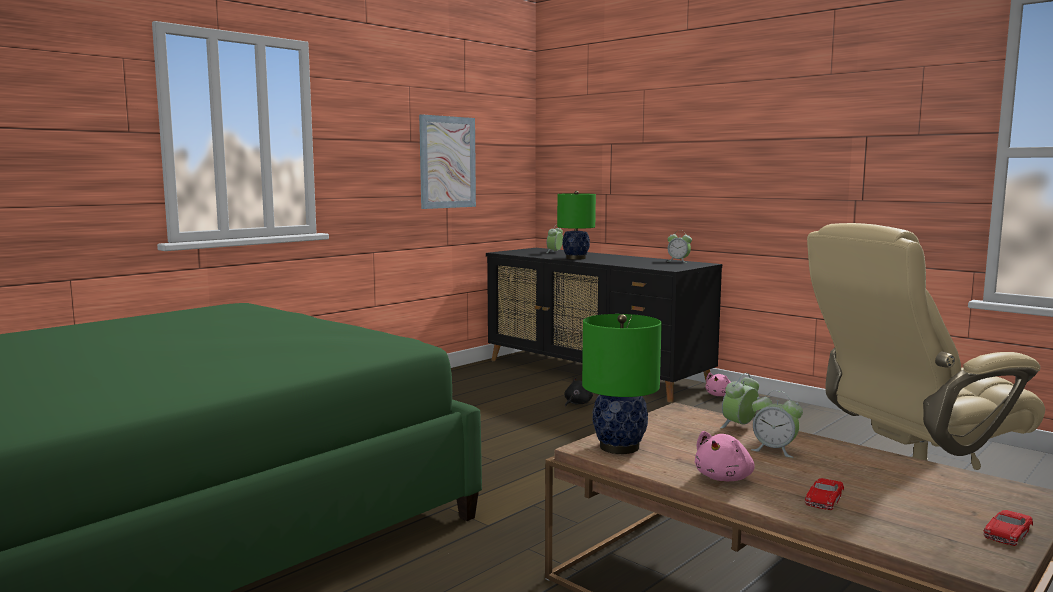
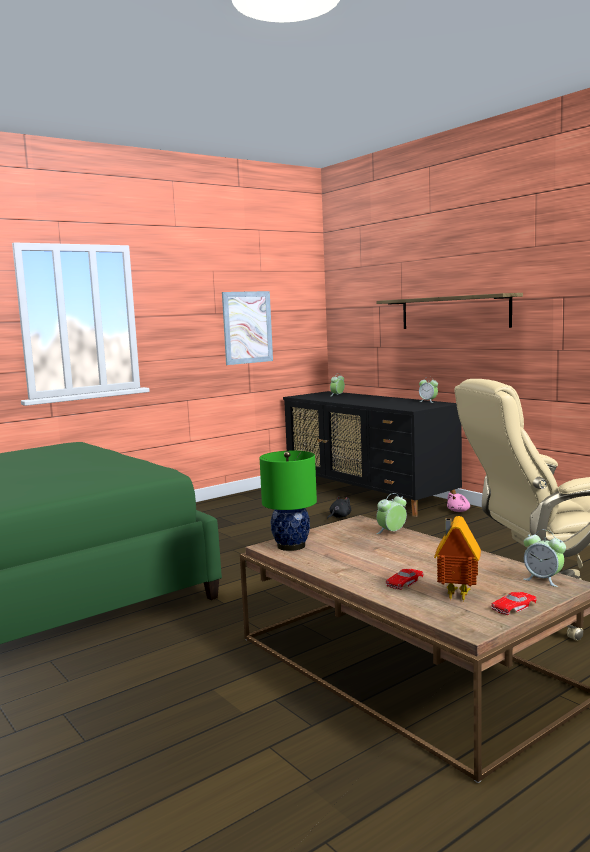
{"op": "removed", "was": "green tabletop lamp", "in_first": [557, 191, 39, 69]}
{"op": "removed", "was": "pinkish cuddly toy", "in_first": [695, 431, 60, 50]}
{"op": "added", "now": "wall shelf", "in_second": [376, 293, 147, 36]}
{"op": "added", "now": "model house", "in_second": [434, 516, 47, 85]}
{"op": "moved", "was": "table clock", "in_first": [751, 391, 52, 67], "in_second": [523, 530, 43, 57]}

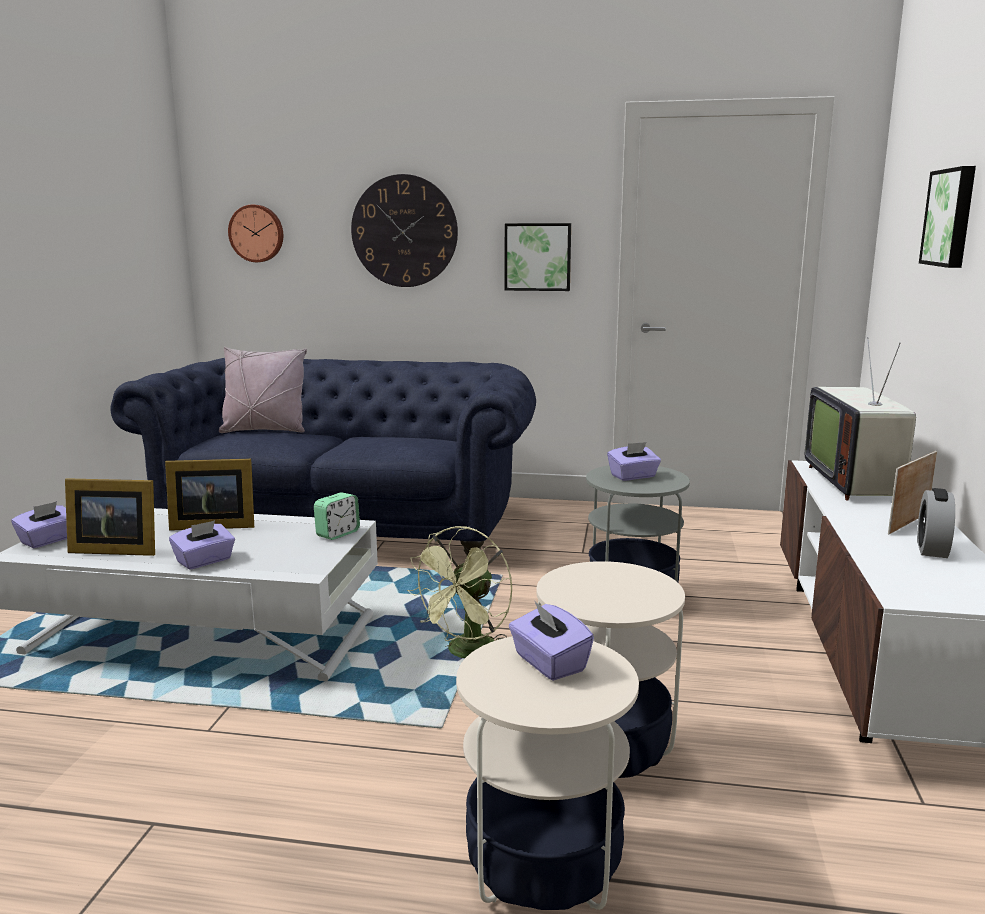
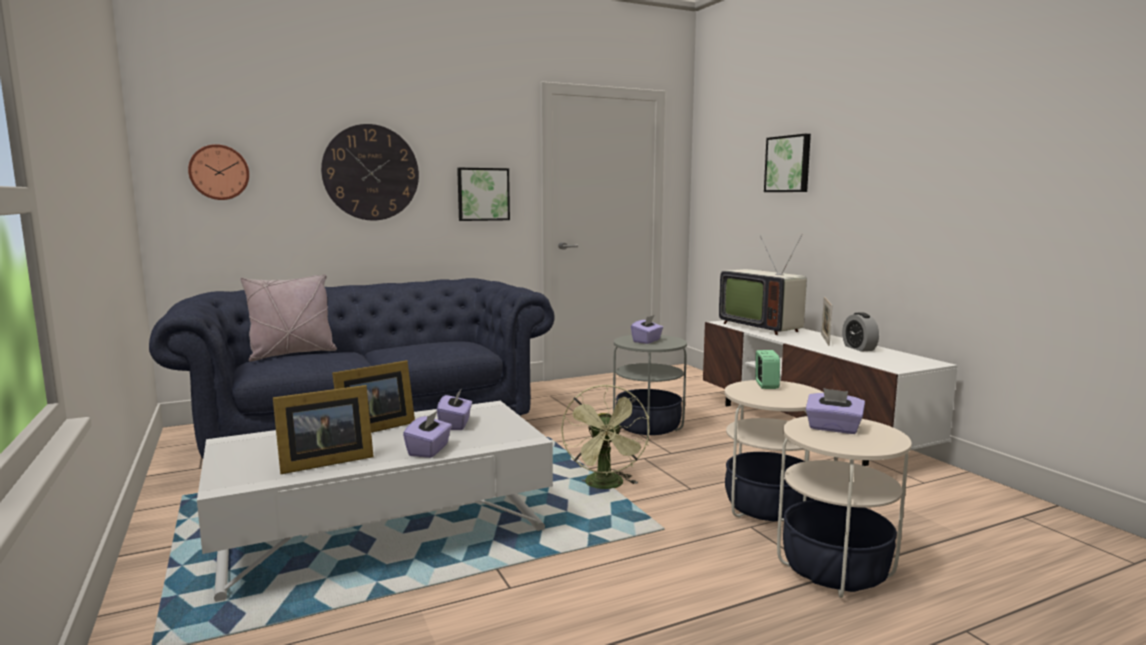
{"op": "moved", "was": "purple-coloured tissue holder", "in_first": [11, 501, 56, 47], "in_second": [437, 390, 35, 40]}
{"op": "moved", "was": "table clock", "in_first": [314, 492, 46, 48], "in_second": [755, 350, 25, 39]}

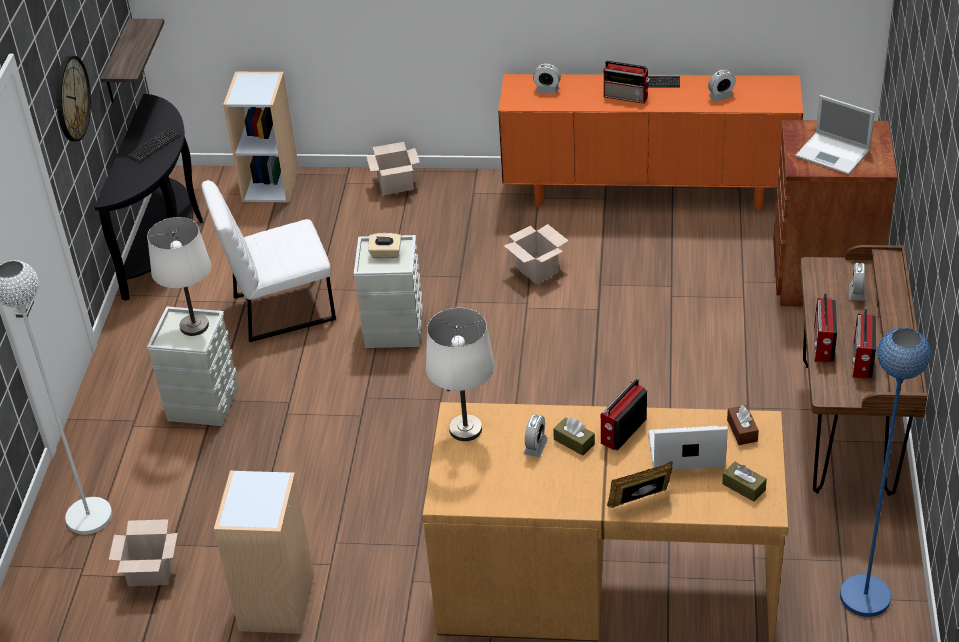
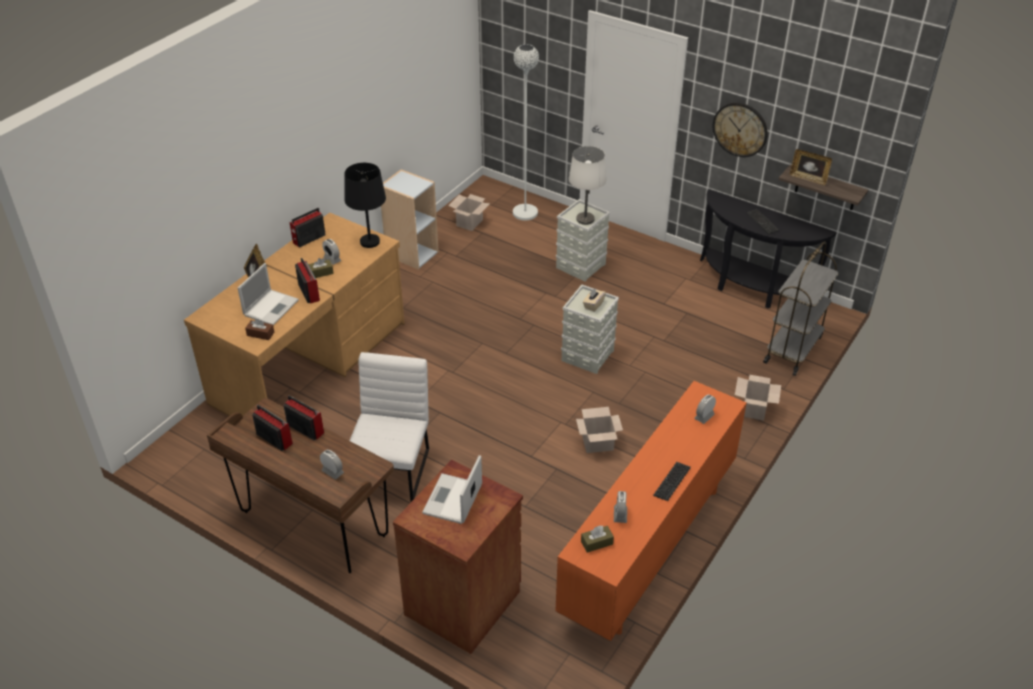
{"op": "removed", "was": "blue-coloured floor lamp", "in_first": [840, 327, 91, 290]}
{"op": "added", "now": "picture frame", "in_second": [790, 149, 42, 36]}
{"op": "moved", "was": "white-coloured plain chair", "in_first": [202, 180, 134, 162], "in_second": [350, 352, 79, 150]}
{"op": "moved", "was": "radio", "in_first": [604, 61, 46, 43], "in_second": [290, 208, 36, 39]}
{"op": "moved", "was": "brown-coloured tissue holder", "in_first": [722, 461, 45, 41], "in_second": [581, 526, 33, 27]}
{"op": "replaced", "was": "bookcase", "now": "gray cart", "in_first": [223, 72, 76, 130], "in_second": [763, 241, 76, 135]}
{"op": "recoloured", "was": "white-coloured tabletop lamp", "now": "blackish tabletop lamp", "in_first": [426, 308, 69, 133], "in_second": [345, 163, 41, 85]}
{"op": "turned", "was": "portable computer", "in_first": [795, 95, 80, 80], "in_second": [422, 455, 60, 69], "clockwise": -45}

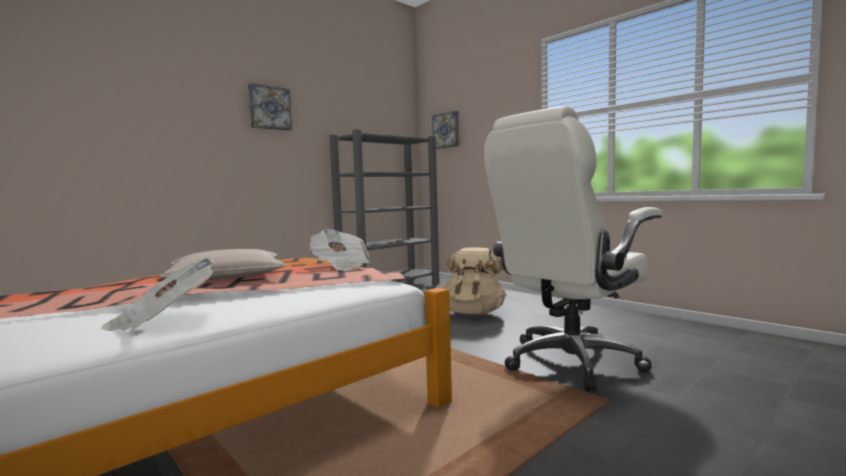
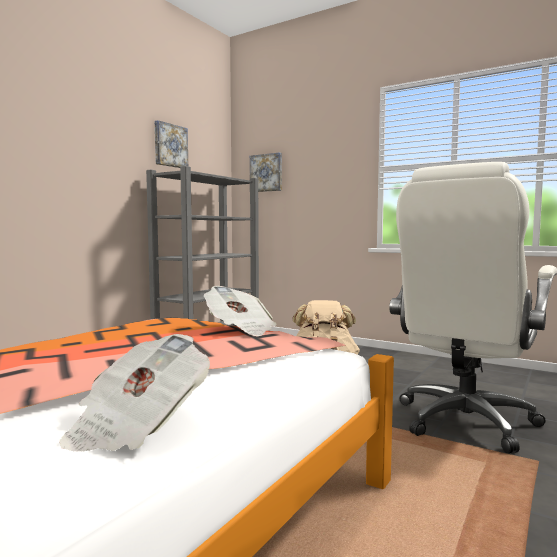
{"op": "removed", "was": "beige-coloured cushion", "in_first": [160, 249, 127, 31]}
{"op": "moved", "was": "wall art", "in_first": [248, 83, 44, 48], "in_second": [155, 120, 33, 48]}

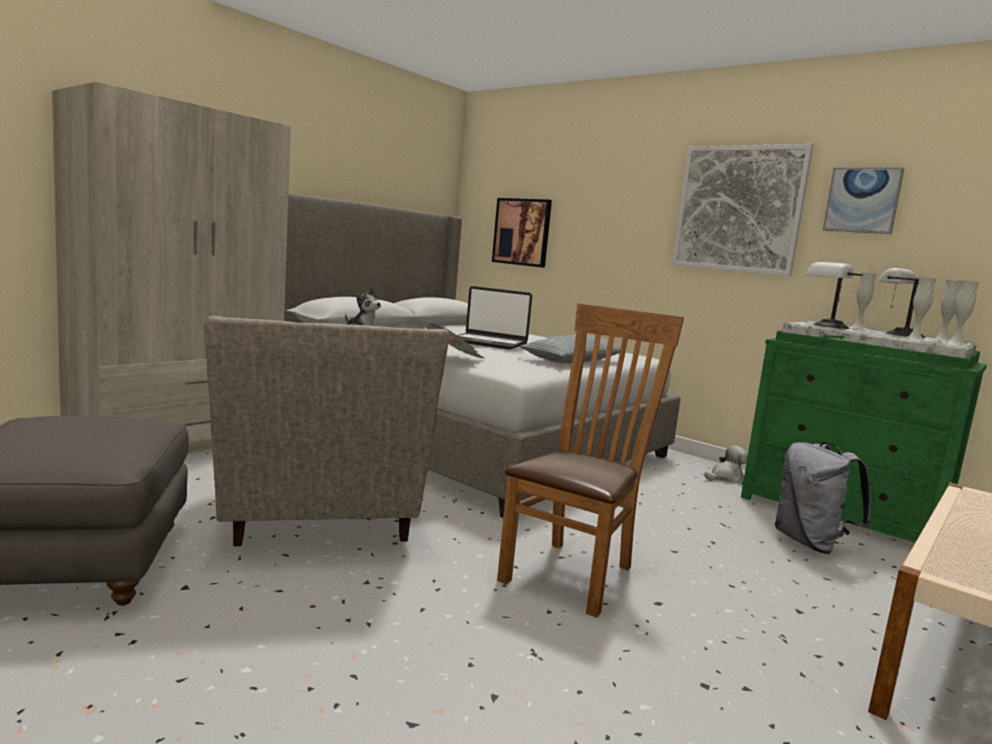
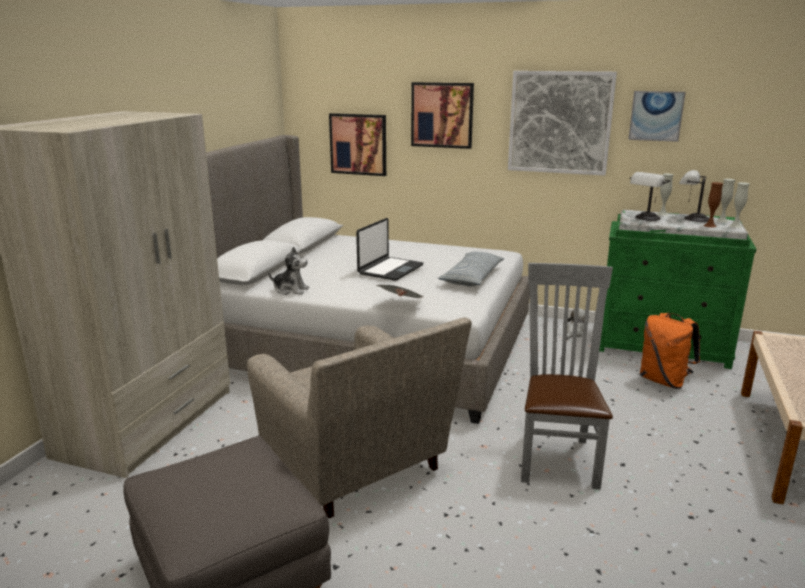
{"op": "added", "now": "wall art", "in_second": [411, 82, 63, 67]}
{"op": "recoloured", "was": "brown-coloured plain chair", "now": "gray plain chair", "in_first": [497, 303, 187, 315], "in_second": [521, 263, 92, 227]}
{"op": "recoloured", "was": "gray rucksack", "now": "orange-coloured rucksack", "in_first": [775, 442, 96, 112], "in_second": [640, 313, 60, 76]}
{"op": "recoloured", "was": "white-coloured decorative vase", "now": "brown-coloured decorative vase", "in_first": [905, 277, 31, 63], "in_second": [703, 182, 20, 46]}
{"op": "turned", "was": "portable computer", "in_first": [457, 286, 75, 64], "in_second": [356, 218, 67, 63], "clockwise": -60}

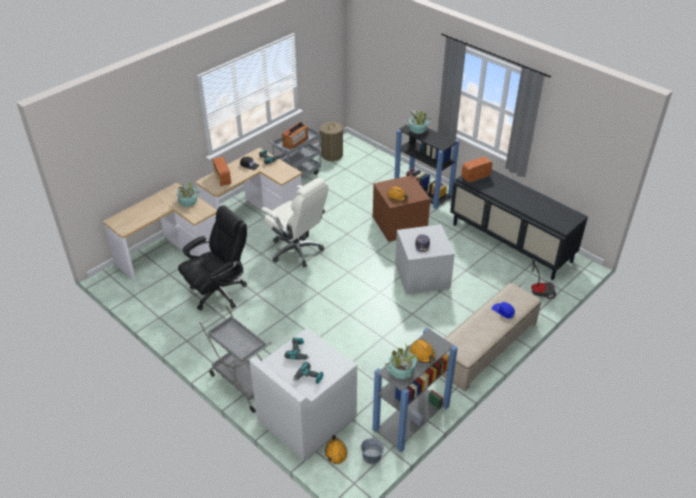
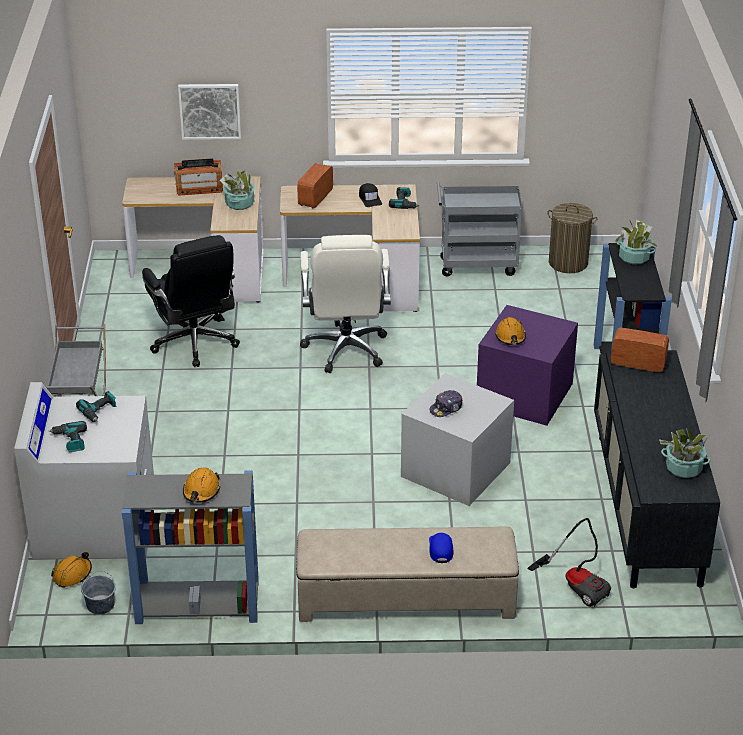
{"op": "added", "now": "wall art", "in_second": [178, 84, 63, 56]}
{"op": "moved", "was": "radio", "in_first": [282, 122, 27, 27], "in_second": [174, 158, 49, 38]}
{"op": "moved", "was": "plant in a pot", "in_first": [385, 342, 33, 37], "in_second": [659, 428, 52, 50]}
{"op": "recoloured", "was": "brown-coloured storage box", "now": "purple-coloured storage box", "in_first": [373, 175, 57, 67], "in_second": [477, 305, 101, 121]}
{"op": "turned", "was": "blackish computer chair", "in_first": [178, 205, 69, 105], "in_second": [142, 235, 98, 132], "clockwise": 60}

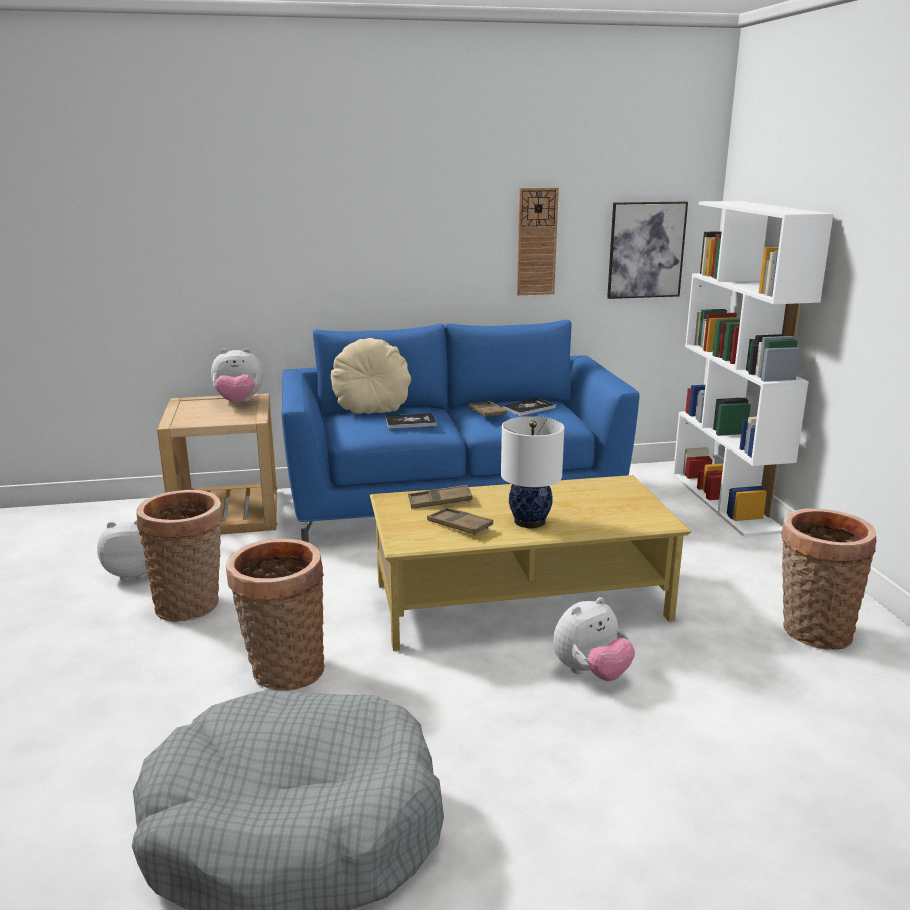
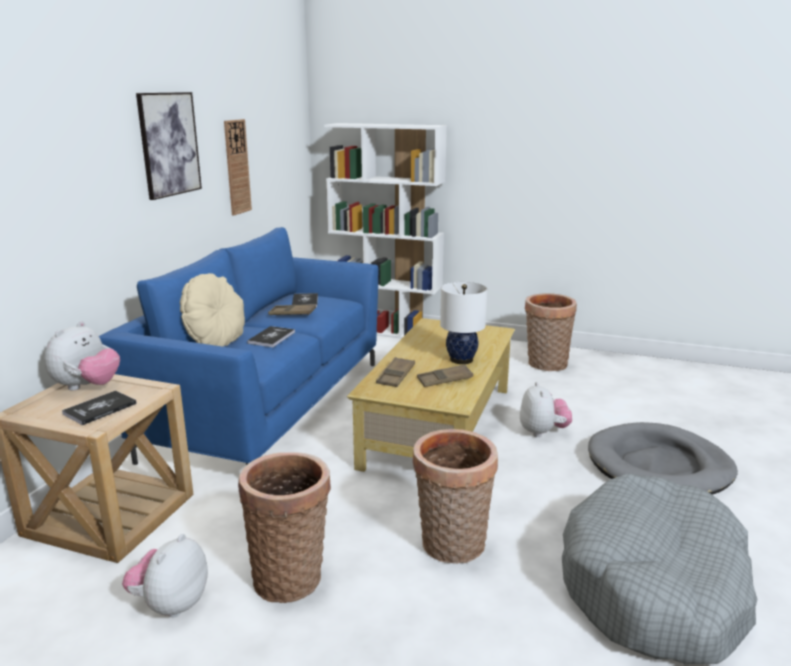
{"op": "added", "now": "book", "in_second": [62, 390, 75, 35]}
{"op": "added", "now": "gray dog bed", "in_second": [588, 422, 150, 73]}
{"op": "moved", "was": "wall art", "in_first": [607, 202, 81, 97], "in_second": [136, 92, 66, 108]}

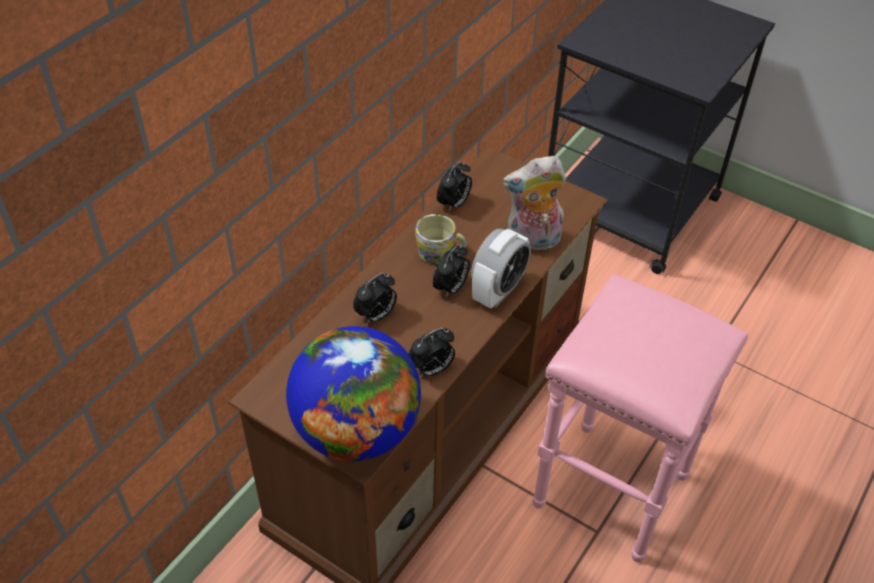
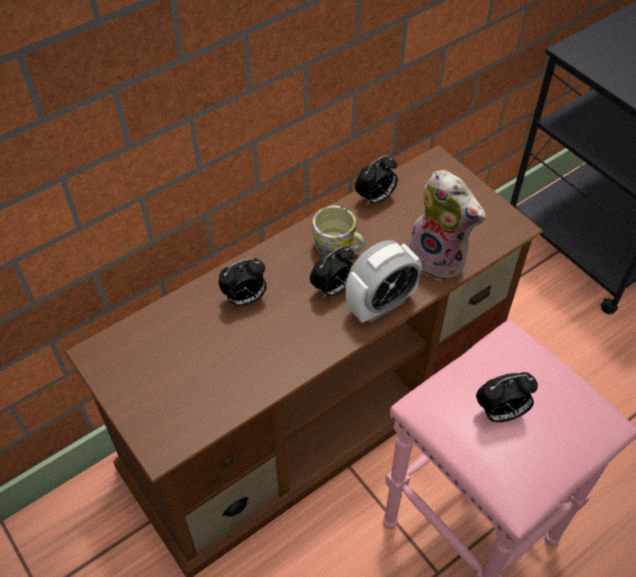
{"op": "removed", "was": "world globe", "in_first": [286, 326, 135, 135]}
{"op": "moved", "was": "table clock", "in_first": [409, 328, 46, 50], "in_second": [476, 372, 62, 50]}
{"op": "turned", "was": "cuddly toy", "in_first": [503, 156, 63, 98], "in_second": [409, 170, 77, 111], "clockwise": -150}

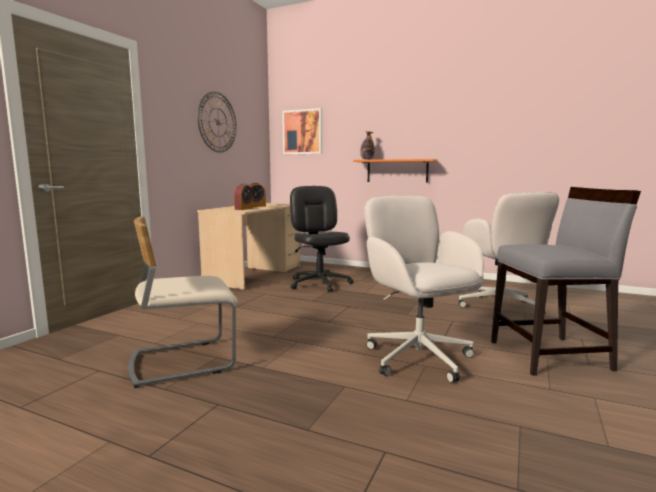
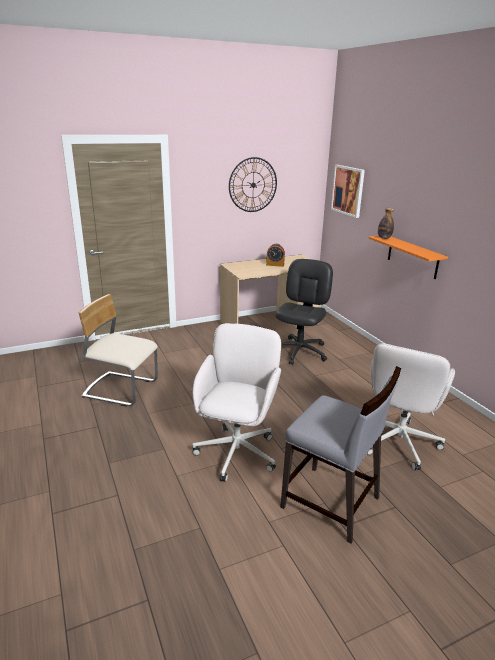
{"op": "removed", "was": "table clock", "in_first": [234, 183, 19, 27]}

